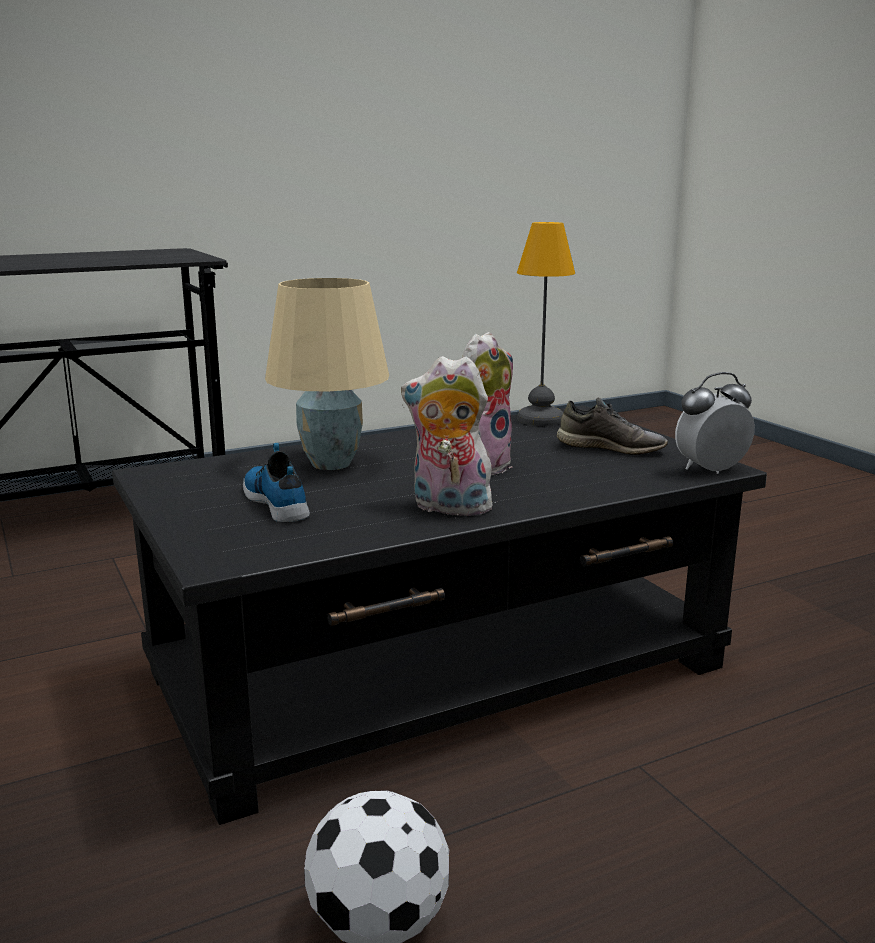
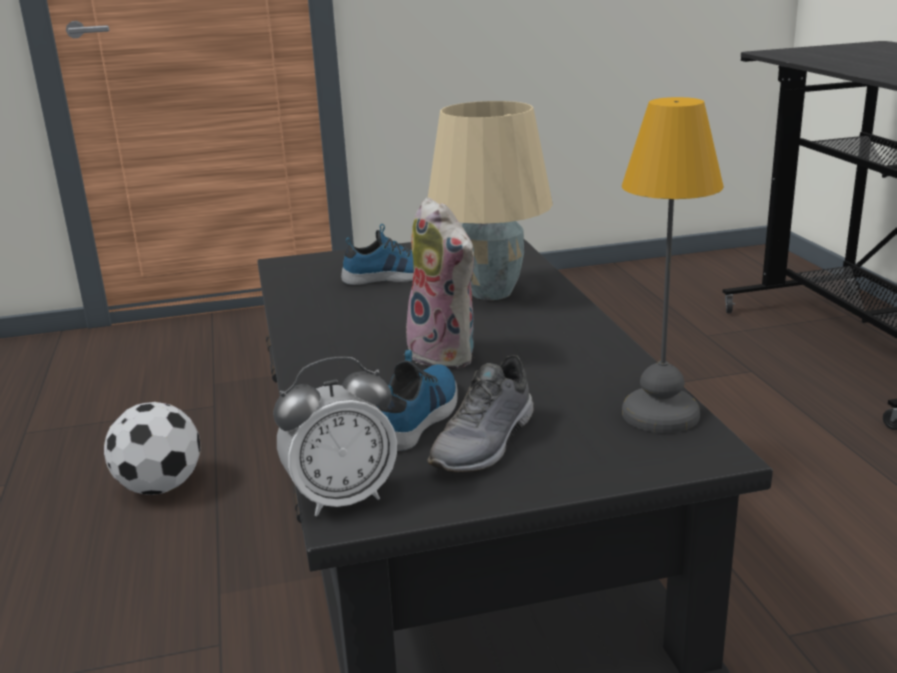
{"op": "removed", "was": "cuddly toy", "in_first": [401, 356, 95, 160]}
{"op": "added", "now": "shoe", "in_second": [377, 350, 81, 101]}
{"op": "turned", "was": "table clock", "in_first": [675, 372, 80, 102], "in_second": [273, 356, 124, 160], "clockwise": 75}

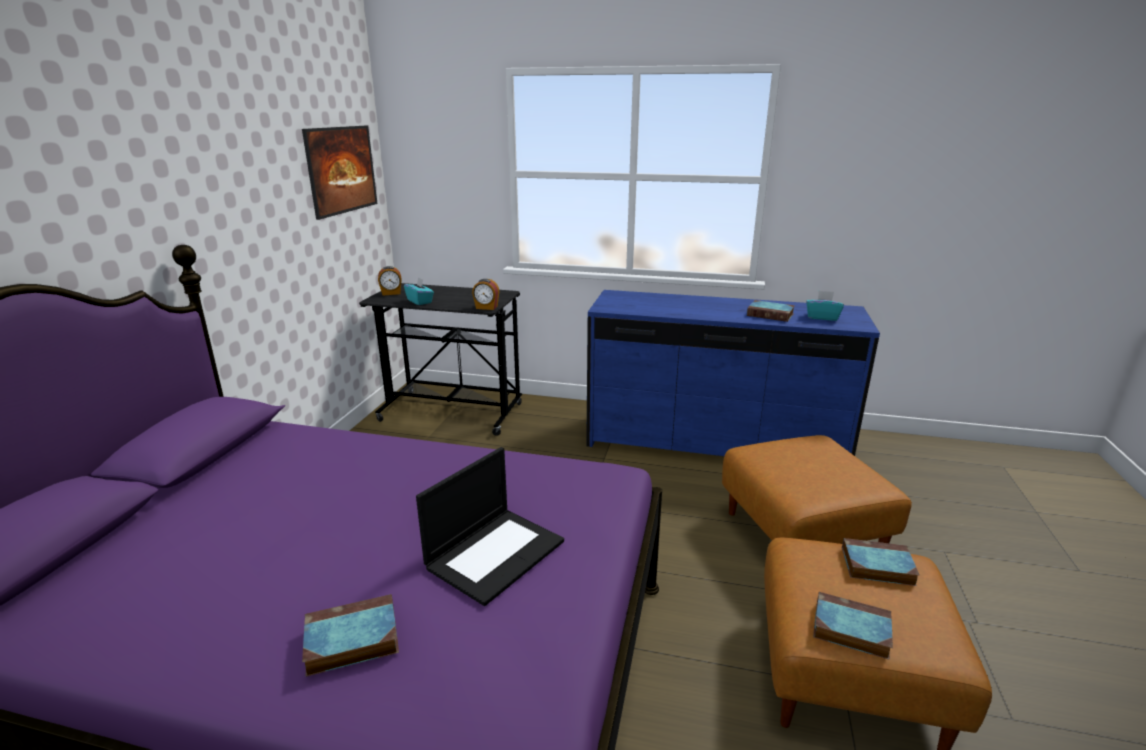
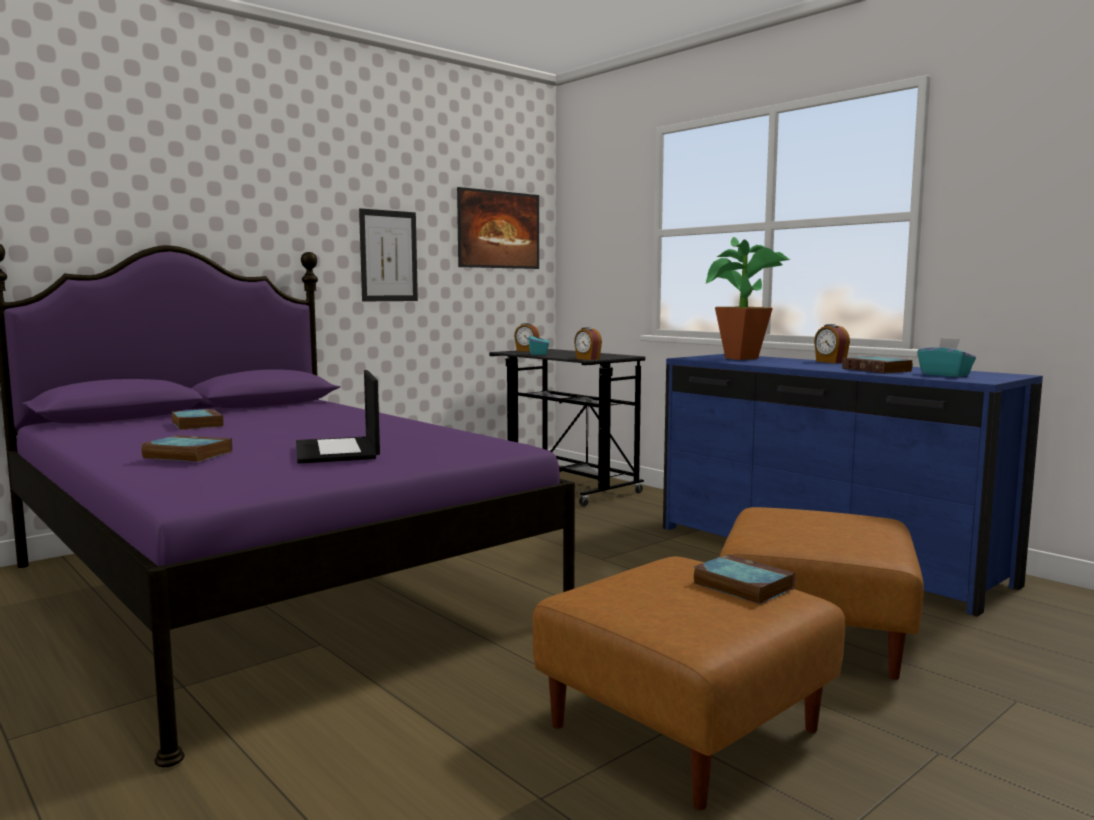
{"op": "added", "now": "wall art", "in_second": [359, 208, 59, 93]}
{"op": "added", "now": "plant in a pot", "in_second": [706, 237, 84, 123]}
{"op": "added", "now": "table clock", "in_second": [814, 324, 36, 39]}
{"op": "moved", "was": "book", "in_first": [813, 592, 80, 68], "in_second": [171, 409, 53, 21]}
{"op": "turned", "was": "portable computer", "in_first": [416, 447, 148, 159], "in_second": [296, 370, 84, 94], "clockwise": 90}

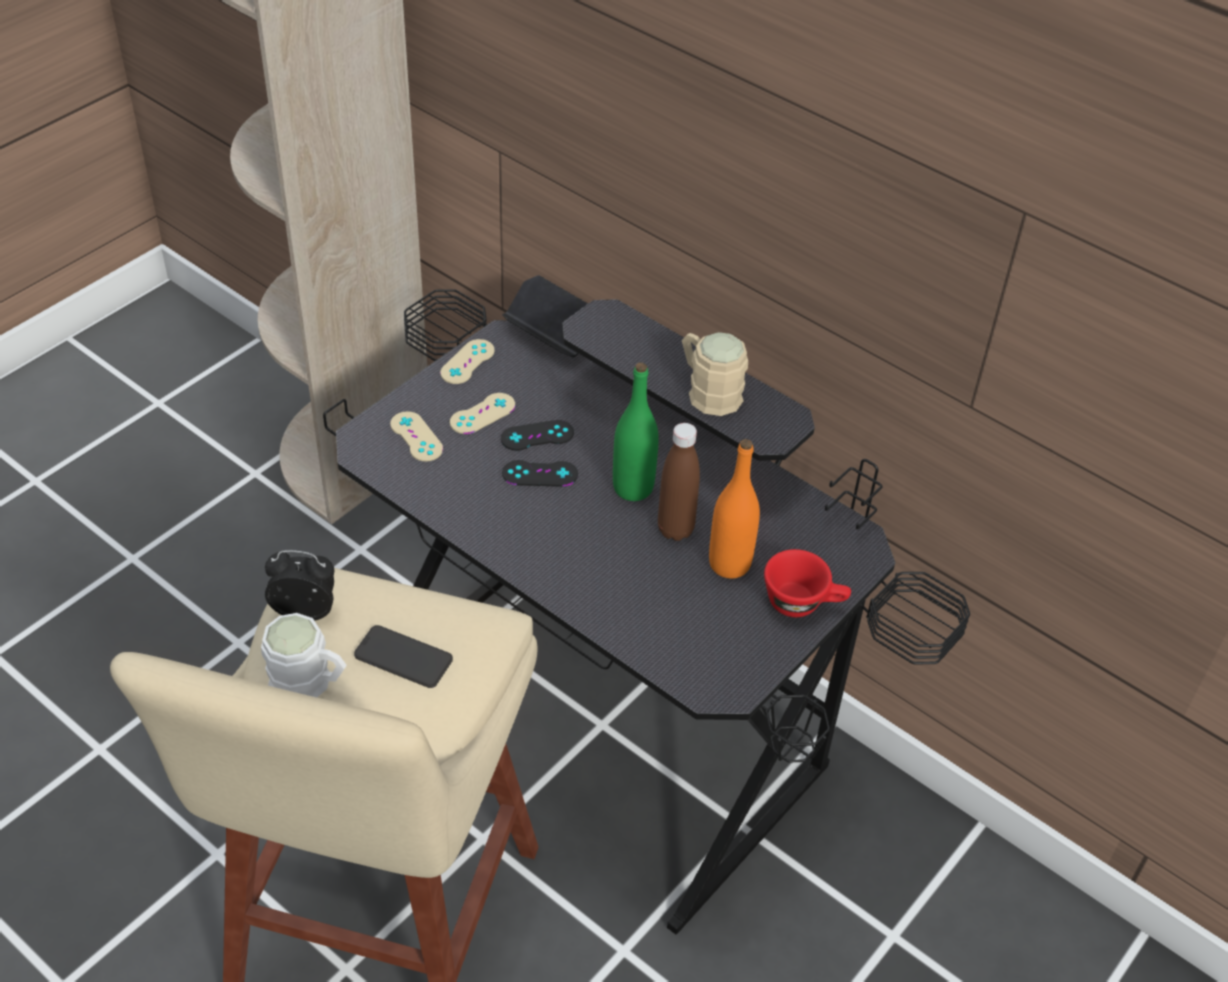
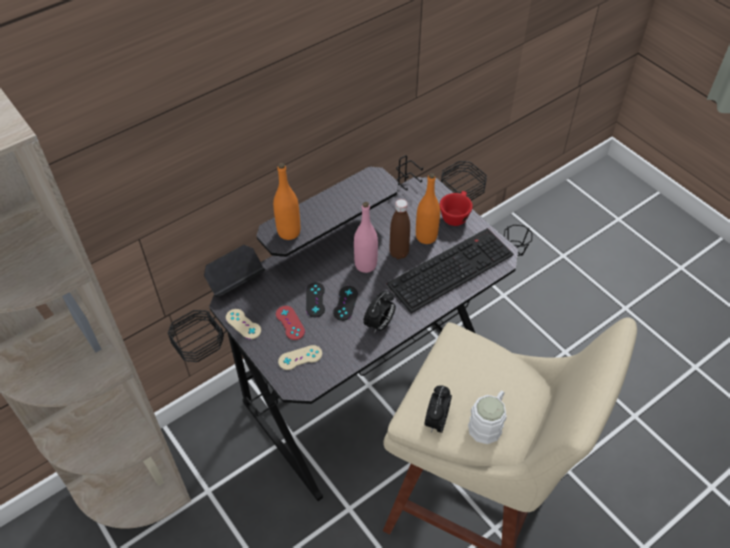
{"op": "removed", "was": "handset", "in_first": [354, 625, 99, 63]}
{"op": "removed", "was": "beige-coloured mug", "in_first": [682, 332, 66, 84]}
{"op": "added", "now": "orange-coloured bottle", "in_second": [273, 163, 27, 77]}
{"op": "added", "now": "table clock", "in_second": [363, 291, 32, 42]}
{"op": "added", "now": "keyboard", "in_second": [386, 228, 127, 85]}
{"op": "recoloured", "was": "beige-coloured gamepad", "now": "reddish gamepad", "in_first": [450, 393, 65, 41], "in_second": [276, 306, 29, 34]}
{"op": "recoloured", "was": "green bottle", "now": "pinkish bottle", "in_first": [613, 362, 46, 139], "in_second": [354, 202, 24, 71]}

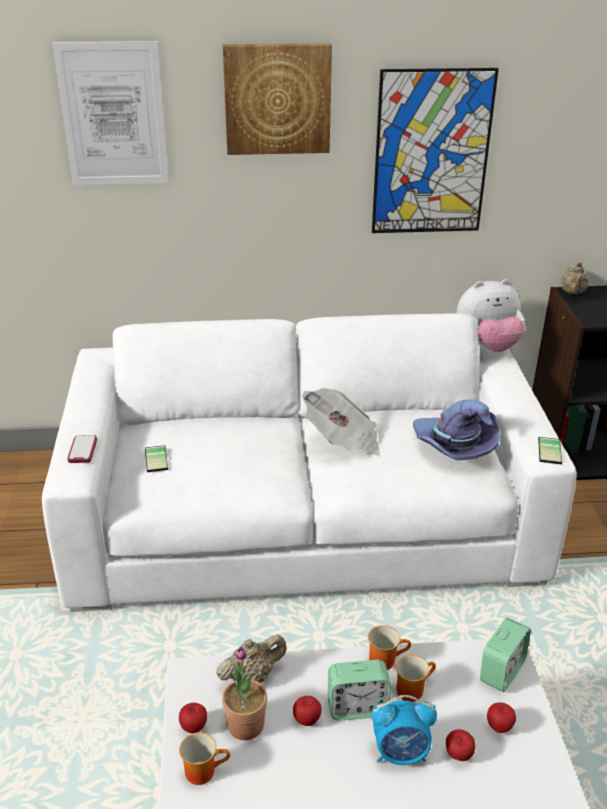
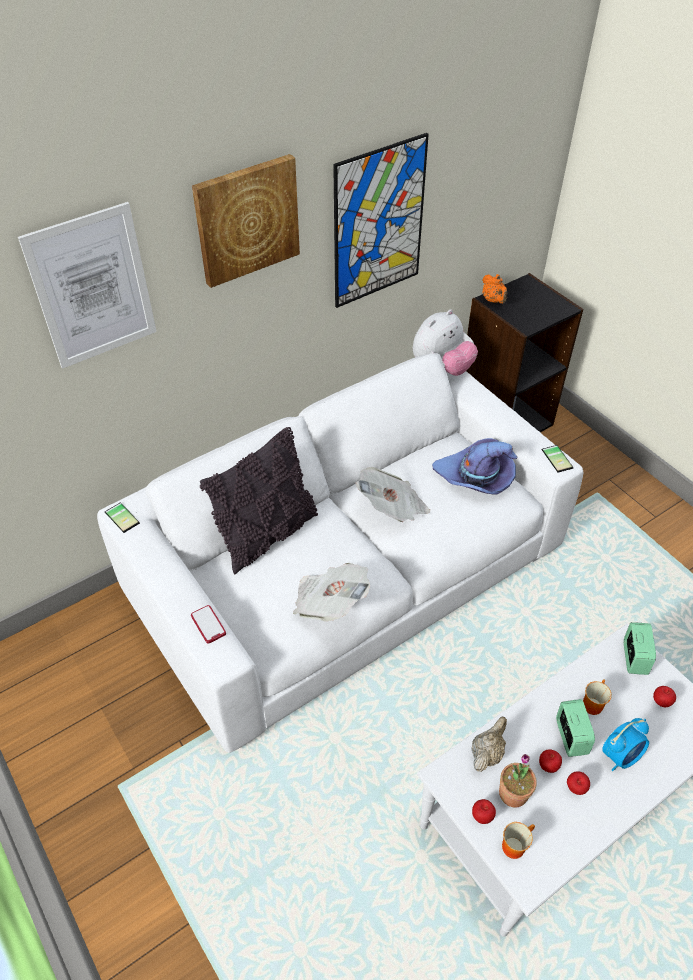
{"op": "removed", "was": "mug", "in_first": [368, 625, 43, 45]}
{"op": "added", "now": "blackish cushion", "in_second": [200, 427, 118, 147]}
{"op": "added", "now": "printed paper", "in_second": [293, 563, 77, 58]}
{"op": "moved", "was": "handset", "in_first": [145, 445, 23, 27], "in_second": [105, 502, 35, 31]}
{"op": "moved", "was": "apple", "in_first": [446, 729, 30, 32], "in_second": [567, 772, 23, 23]}
{"op": "recoloured", "was": "beige-coloured teapot", "now": "orange-coloured teapot", "in_first": [561, 262, 28, 33], "in_second": [483, 274, 24, 30]}
{"op": "turned", "was": "table clock", "in_first": [328, 660, 63, 61], "in_second": [556, 699, 39, 58], "clockwise": -60}

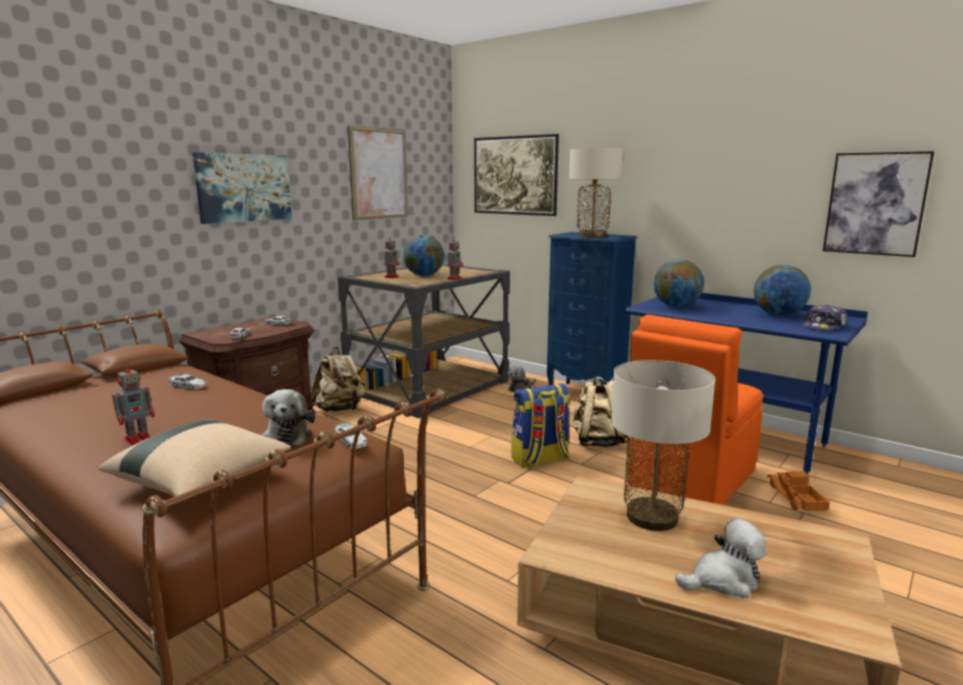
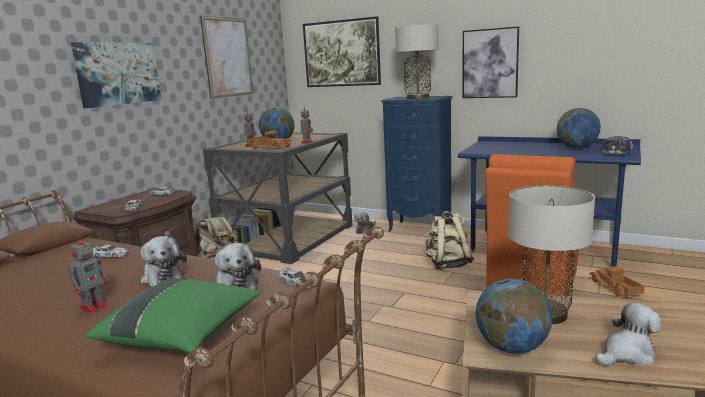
{"op": "removed", "was": "rucksack", "in_first": [511, 383, 59, 85]}
{"op": "added", "now": "cuddly toy", "in_second": [140, 236, 47, 51]}
{"op": "added", "now": "model truck", "in_second": [248, 131, 44, 19]}
{"op": "moved", "was": "world globe", "in_first": [654, 259, 50, 49], "in_second": [476, 279, 76, 75]}
{"op": "moved", "was": "wall art", "in_first": [823, 151, 111, 106], "in_second": [463, 26, 56, 72]}
{"op": "recoloured", "was": "beige-coloured cushion", "now": "green cushion", "in_first": [98, 420, 193, 76], "in_second": [86, 278, 175, 75]}

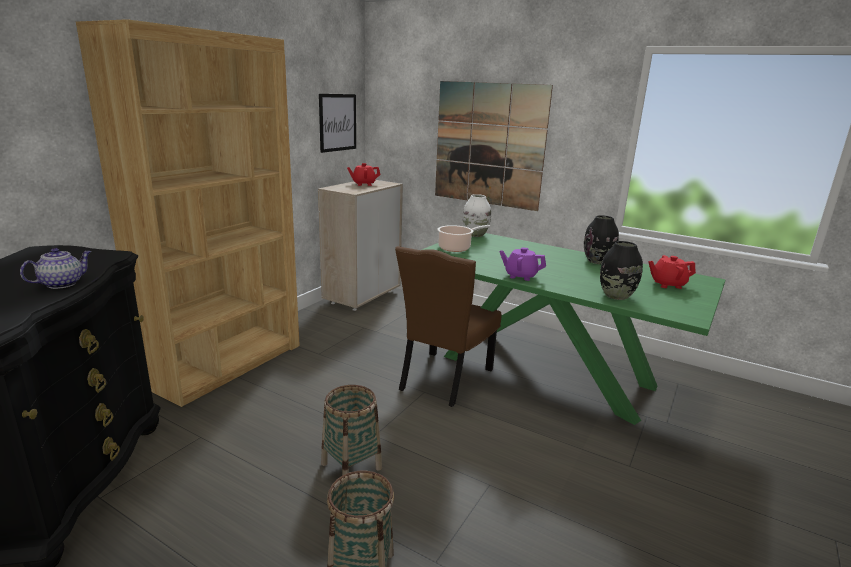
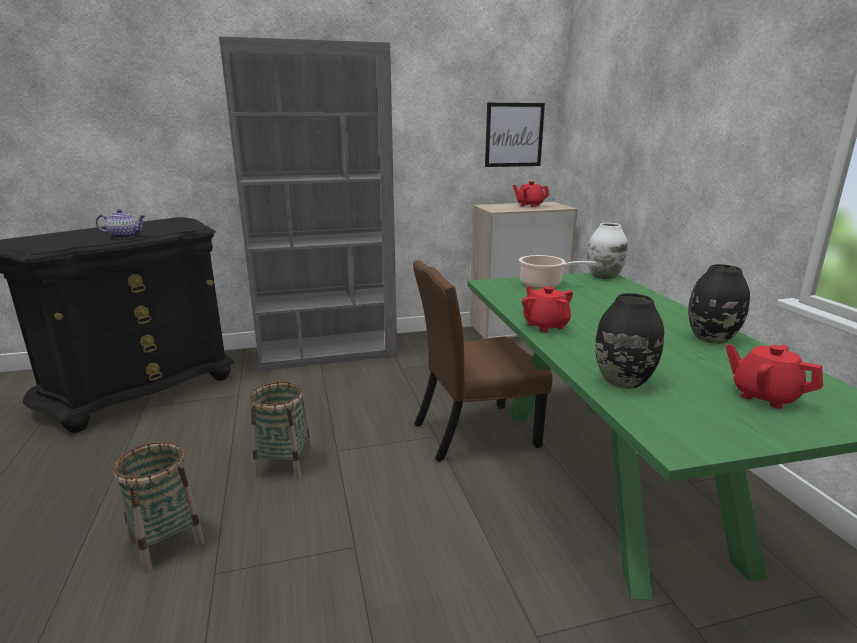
{"op": "removed", "was": "wall art", "in_first": [435, 81, 118, 130]}
{"op": "recoloured", "was": "brown-coloured bookcase", "now": "gray bookcase", "in_first": [76, 19, 224, 388], "in_second": [219, 36, 178, 335]}
{"op": "recoloured", "was": "purple-coloured teapot", "now": "reddish teapot", "in_first": [499, 247, 47, 34], "in_second": [522, 286, 51, 46]}

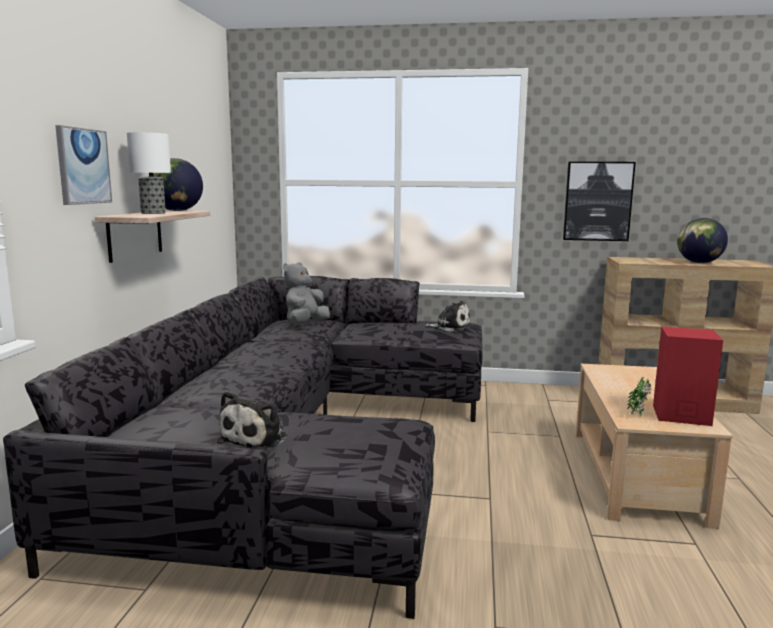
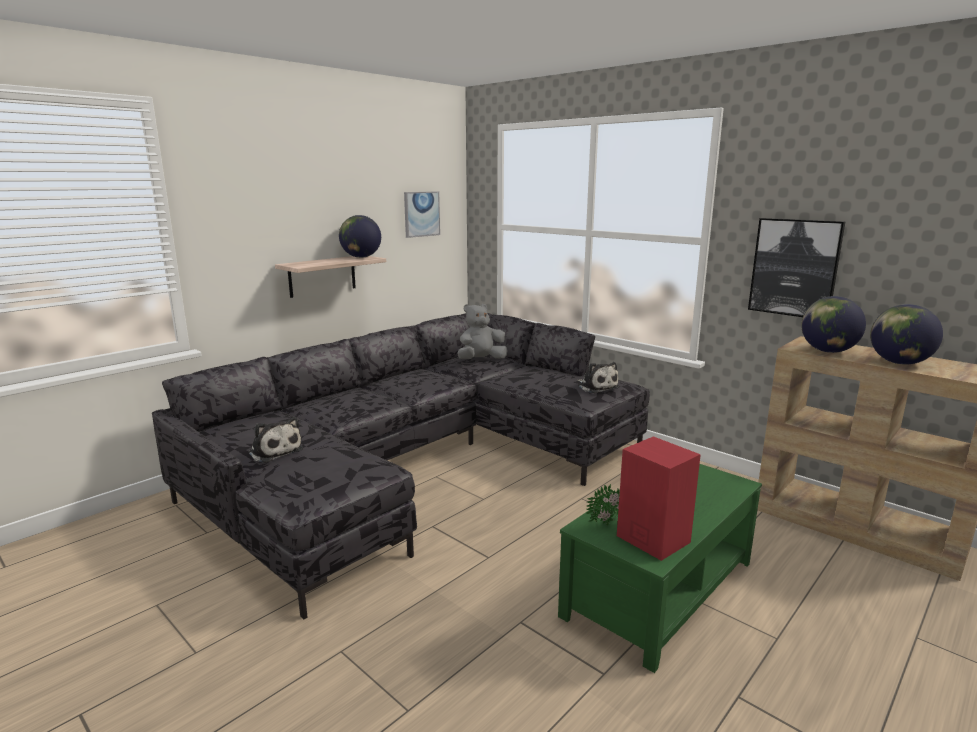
{"op": "removed", "was": "tabletop lamp", "in_first": [127, 132, 44, 82]}
{"op": "added", "now": "world globe", "in_second": [801, 296, 65, 57]}
{"op": "moved", "was": "wall art", "in_first": [55, 125, 57, 80], "in_second": [404, 191, 36, 47]}
{"op": "recoloured", "was": "beige-coloured low table", "now": "green low table", "in_first": [576, 364, 157, 165], "in_second": [558, 464, 204, 209]}
{"op": "turned", "was": "cuddly toy", "in_first": [217, 391, 71, 59], "in_second": [248, 417, 55, 46], "clockwise": -105}

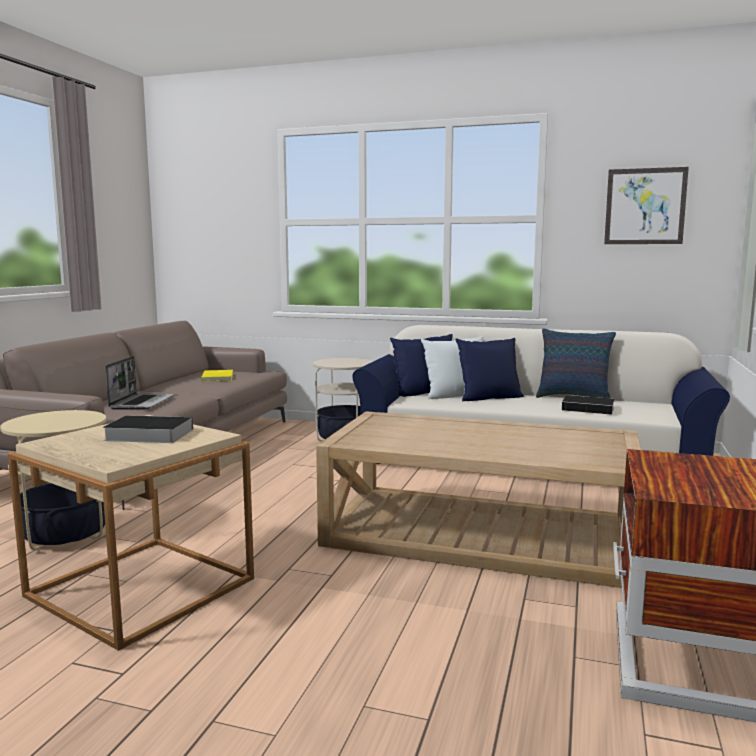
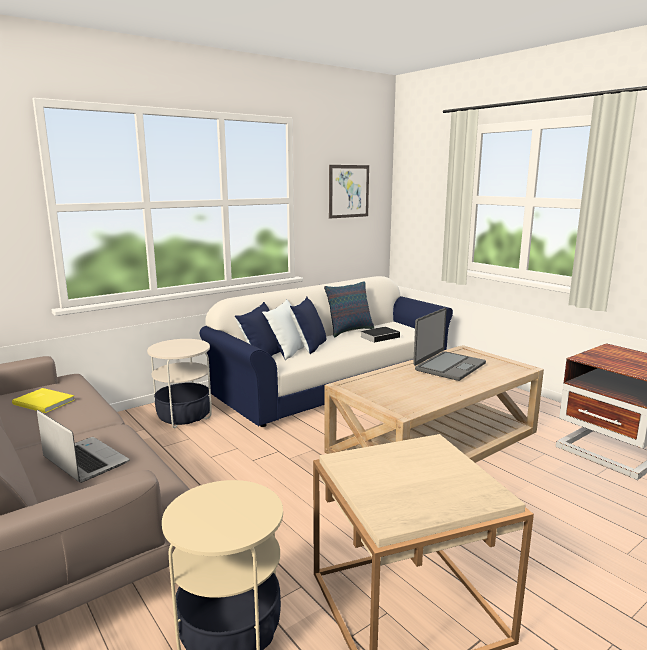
{"op": "removed", "was": "book", "in_first": [102, 415, 91, 28]}
{"op": "added", "now": "portable computer", "in_second": [413, 308, 73, 73]}

